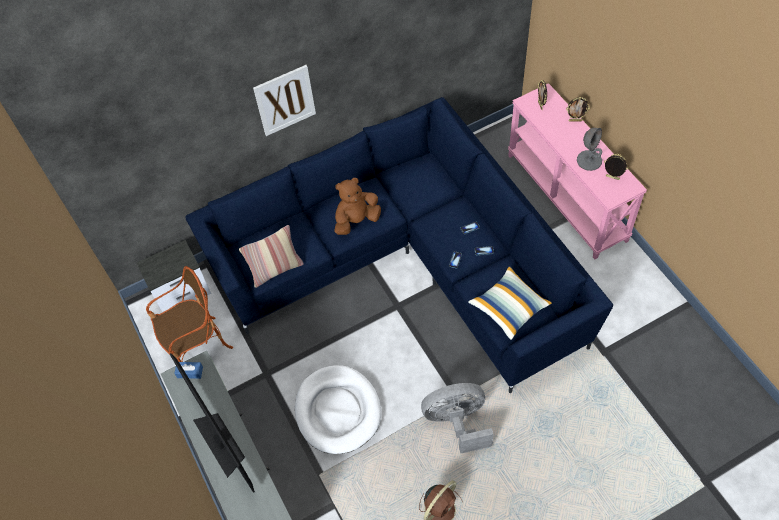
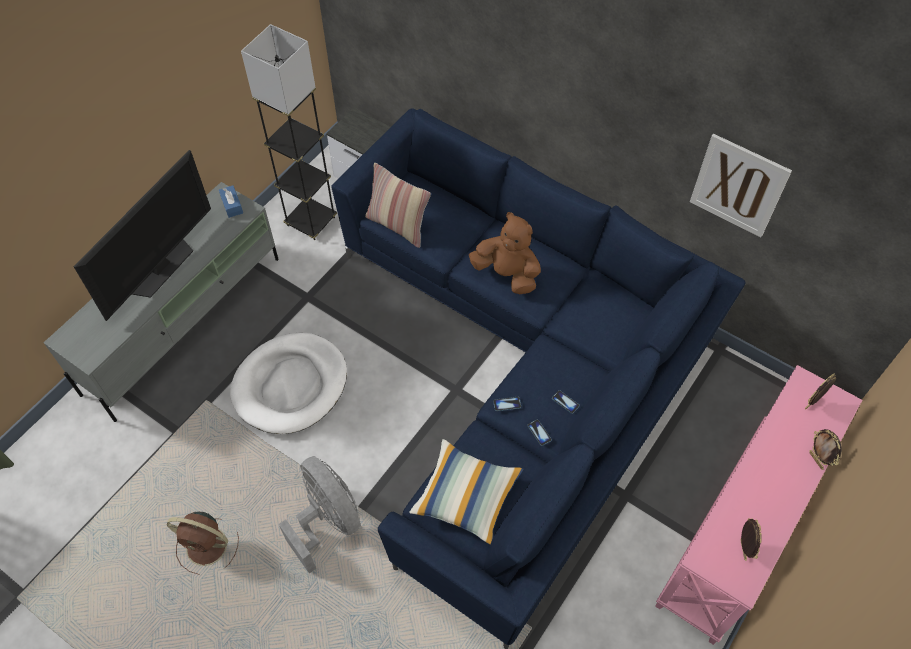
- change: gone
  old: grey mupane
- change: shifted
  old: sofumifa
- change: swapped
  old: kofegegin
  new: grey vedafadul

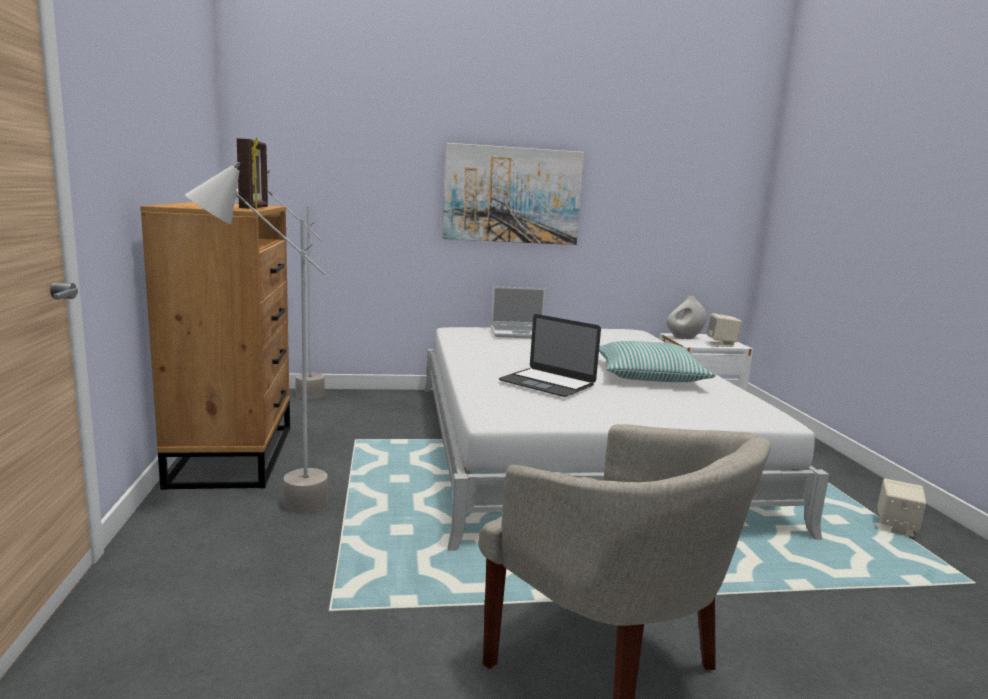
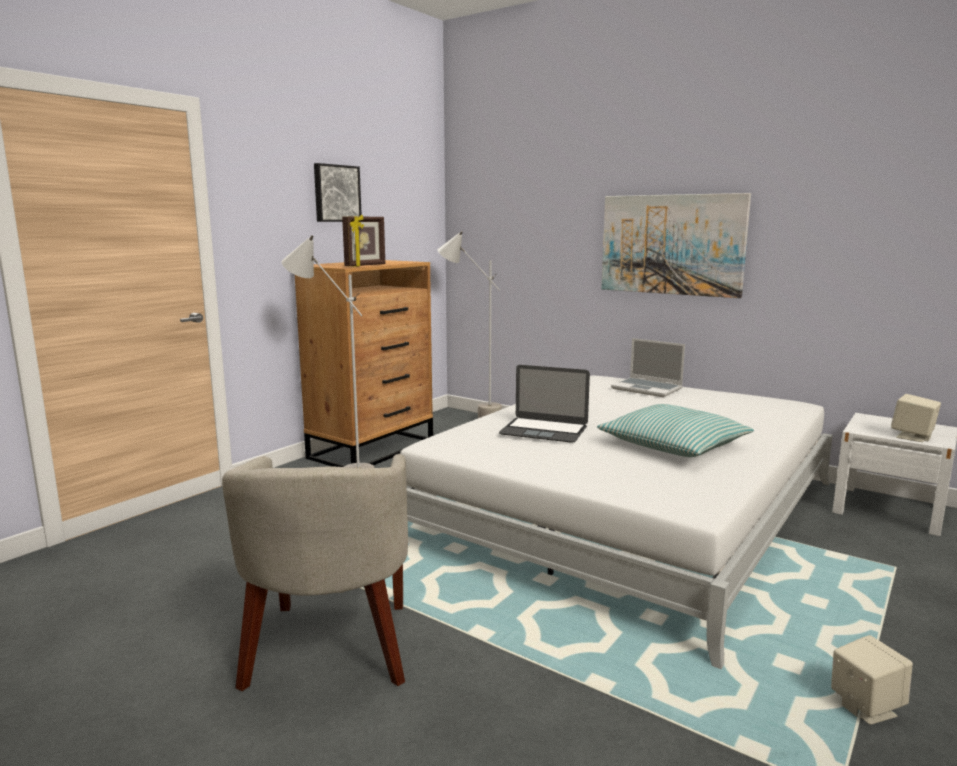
- change: gone
  old: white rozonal
- change: new
  new: sofumifa (no. 1 from left)
- change: rotated
  old: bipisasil (no. 2 from left in the first image)
  degrees: -60

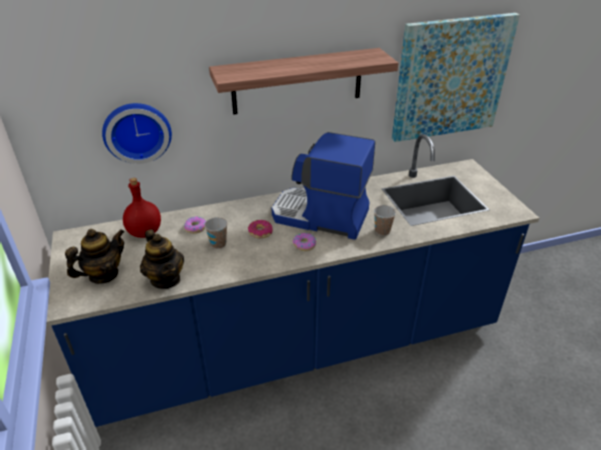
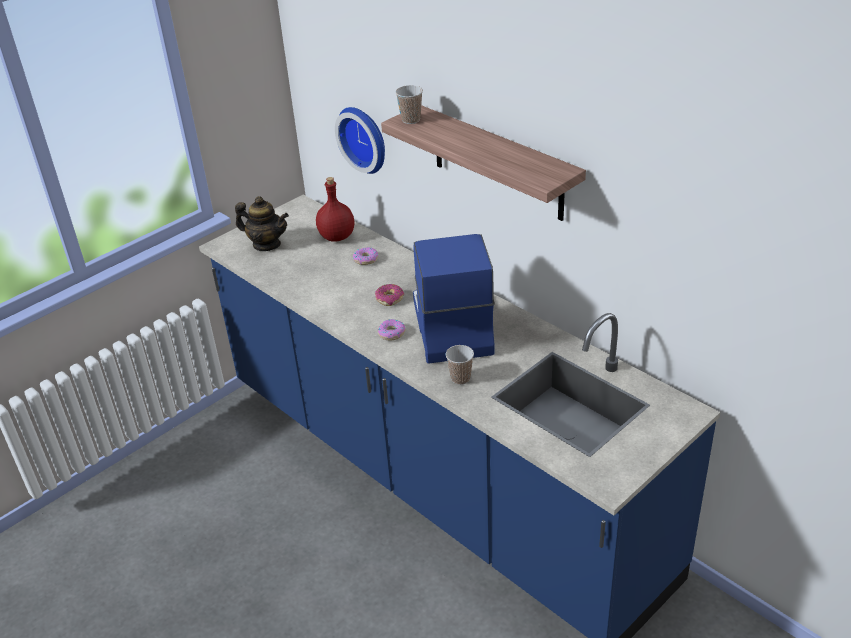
- change: gone
  old: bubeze (no. 2 from left)
- change: gone
  old: sofumifa
- change: shifted
  old: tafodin (no. 1 from left)

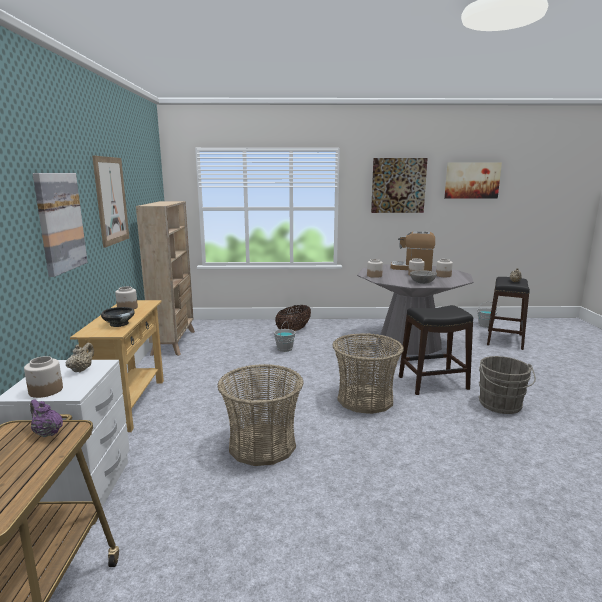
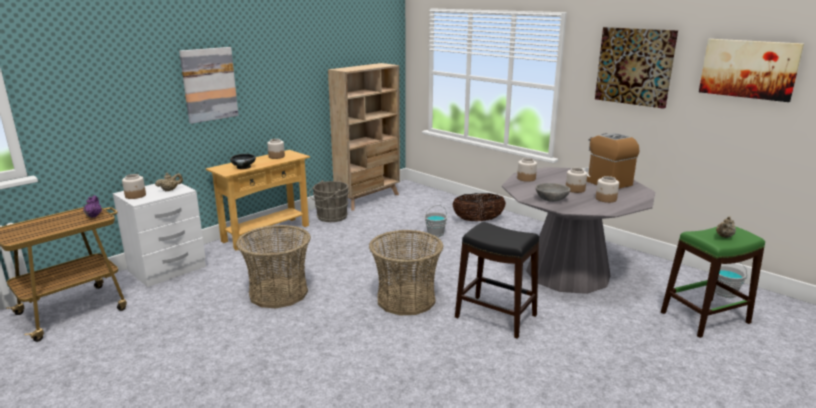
- change: gone
  old: sofumifa (no. 2 from left)
- change: shifted
  old: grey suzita (no. 3 from left in the first image)
  new: grey suzita (no. 1 from left)
- change: repainted
  old: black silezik (no. 2 from left)
  new: green silezik

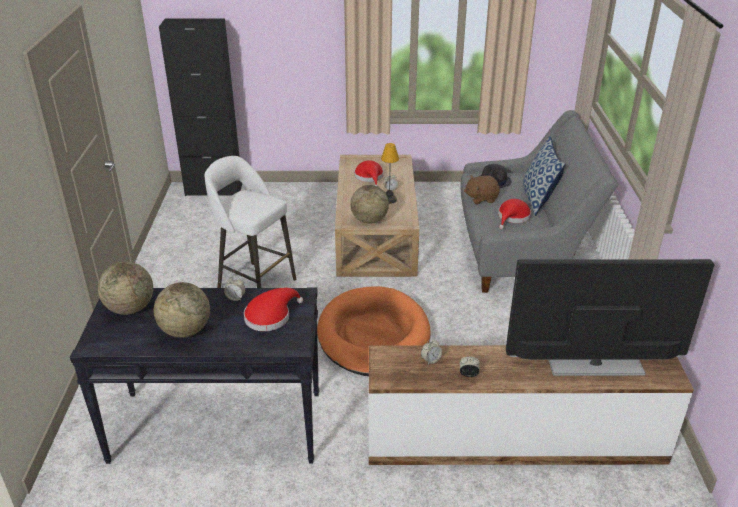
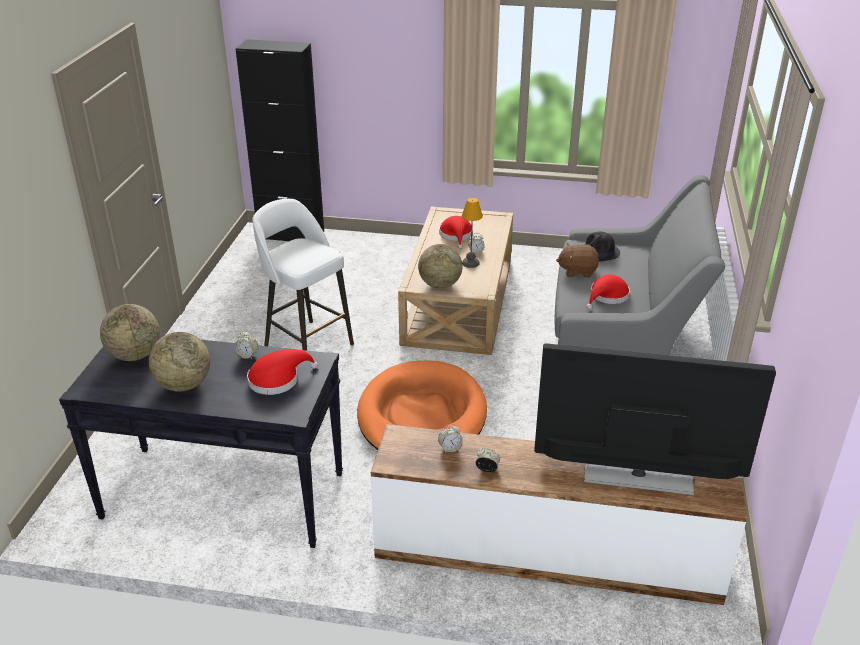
- change: gone
  old: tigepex

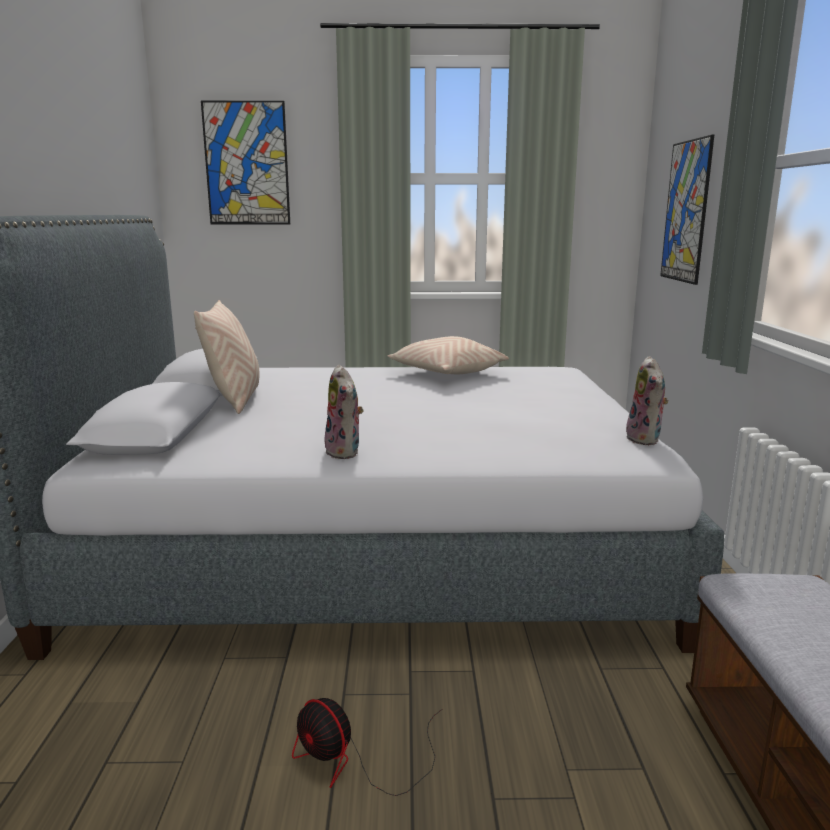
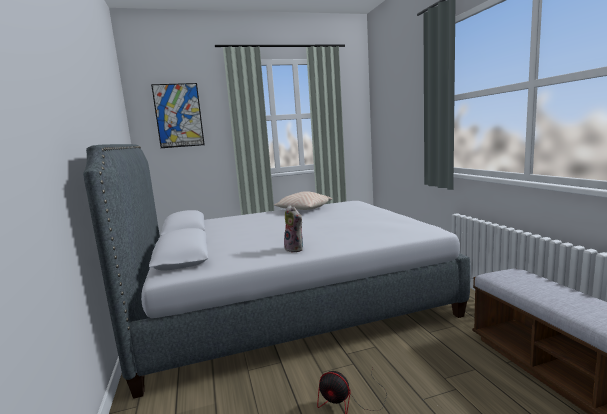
- change: gone
  old: beige tigepex (no. 1 from left)
- change: gone
  old: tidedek (no. 2 from left)
- change: gone
  old: sofumifa (no. 2 from left)

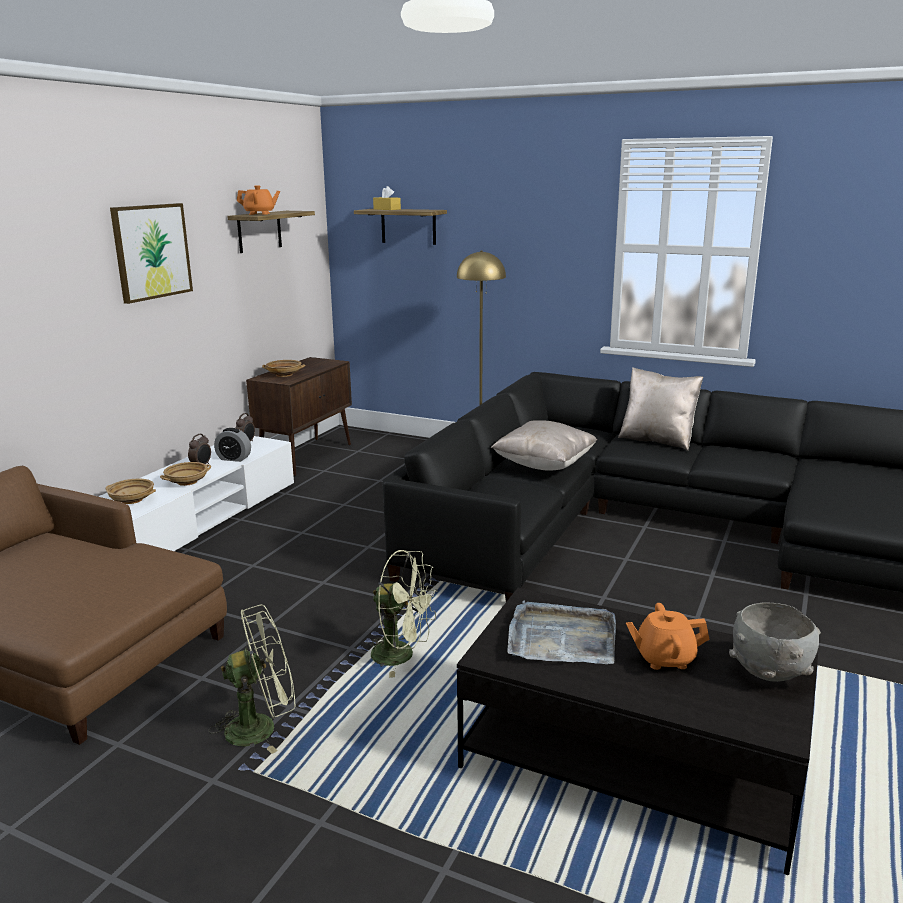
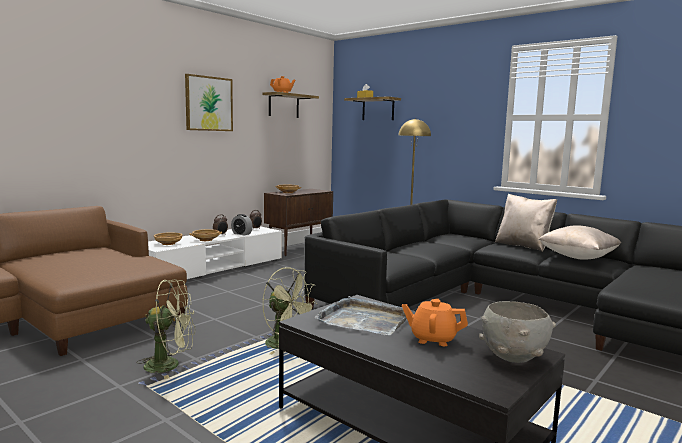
- change: shifted
  old: beige tigepex (no. 1 from left in the first image)
  new: beige tigepex (no. 2 from left)

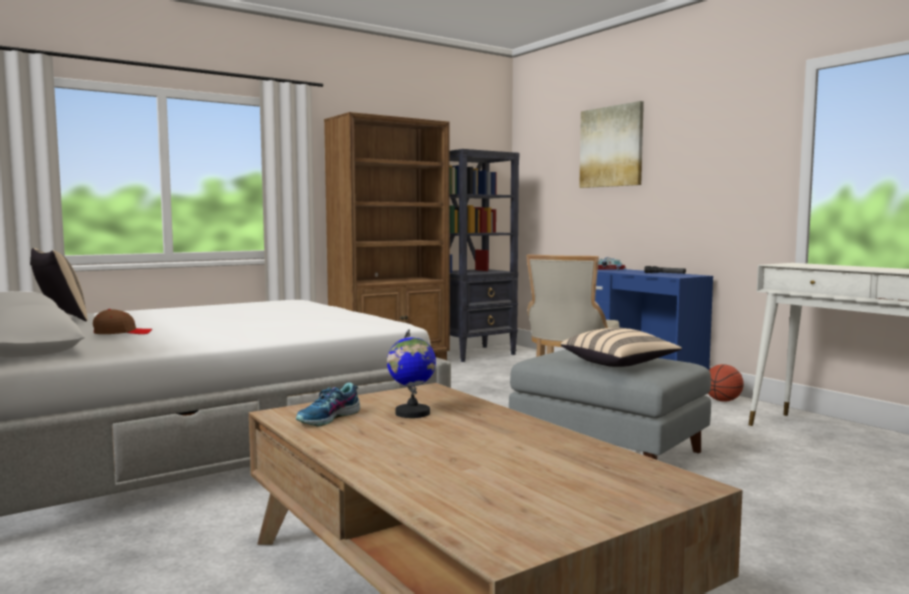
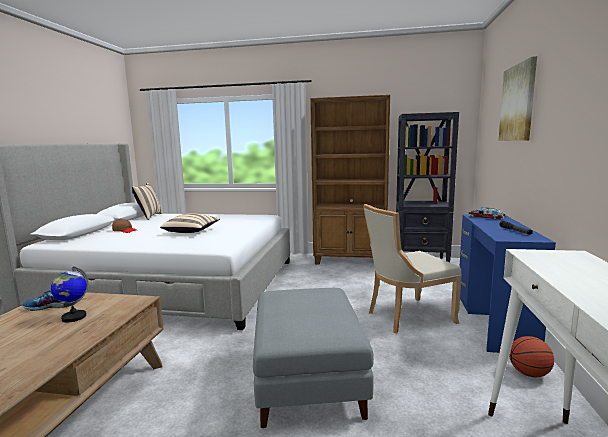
- change: shifted
  old: beige tigepex (no. 2 from left)

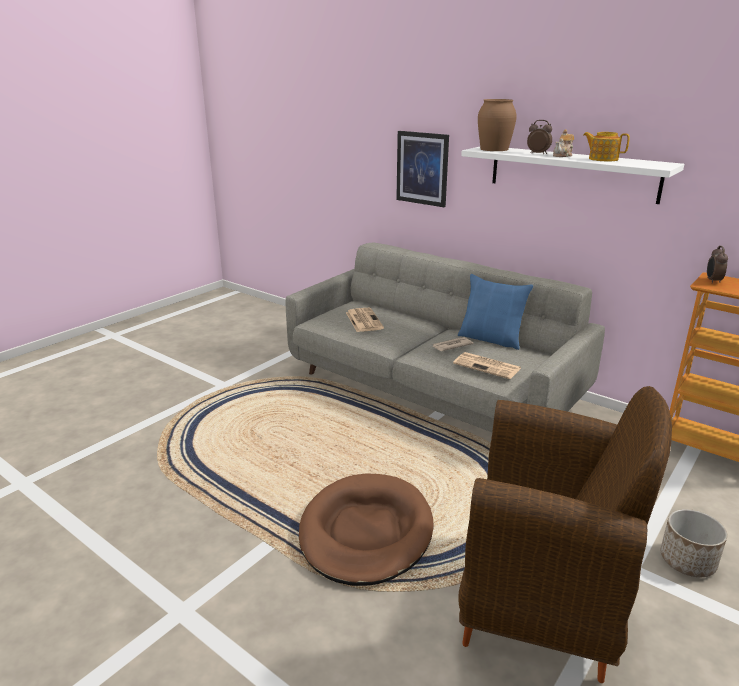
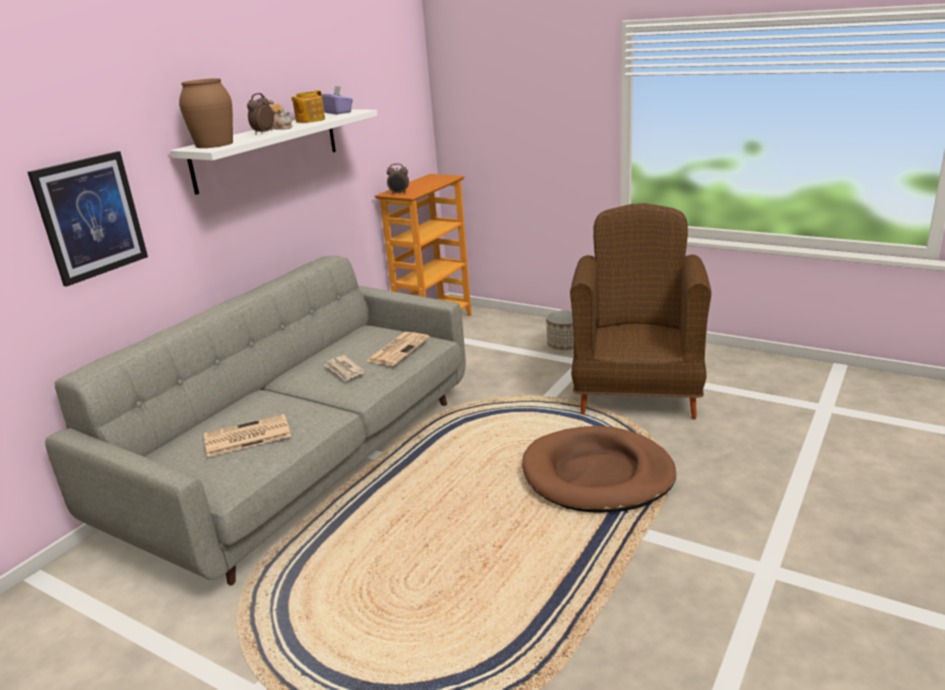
- change: gone
  old: blue tigepex
- change: new
  new: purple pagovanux

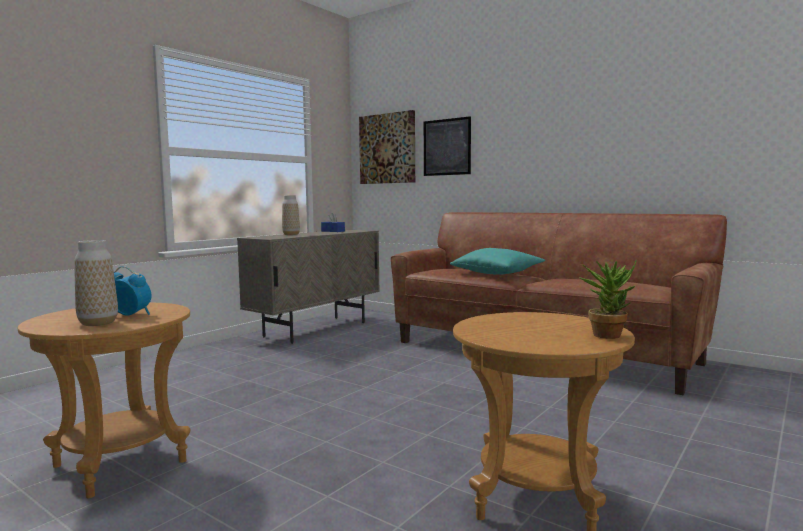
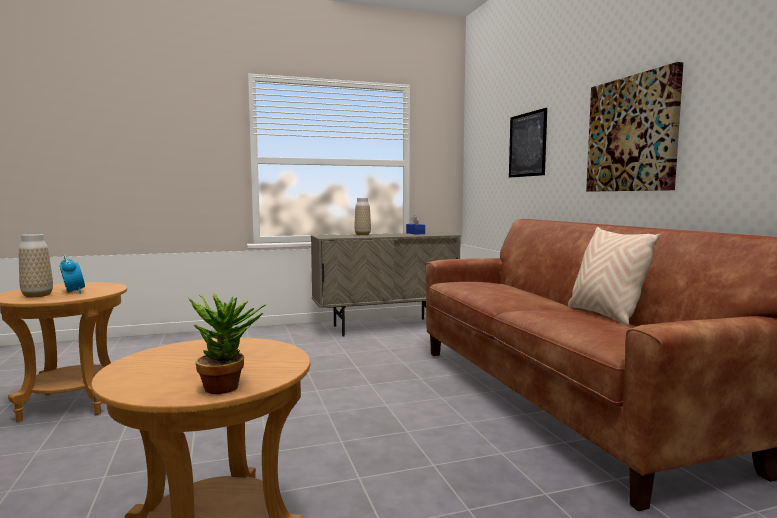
- change: gone
  old: turquoise tigepex
- change: new
  new: beige tigepex
- change: shifted
  old: sofumifa (no. 1 from left in the first image)
  new: sofumifa (no. 2 from left)

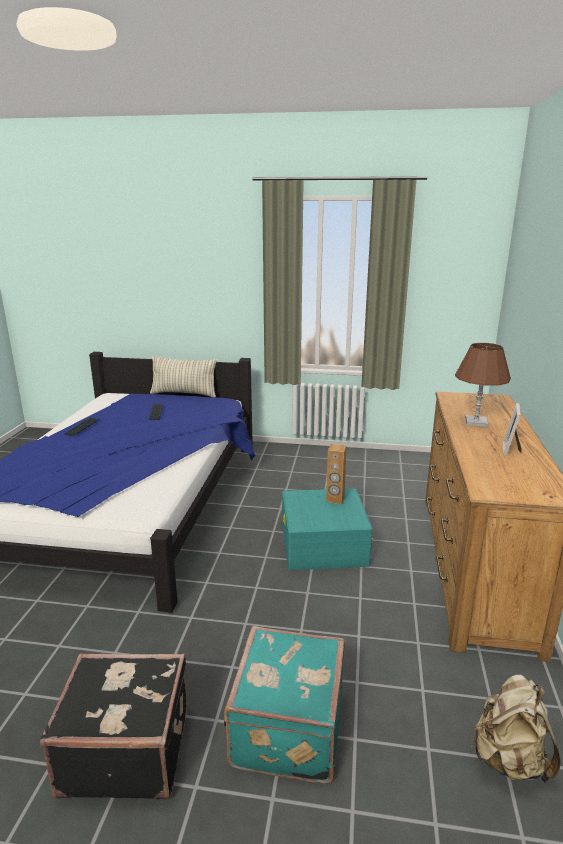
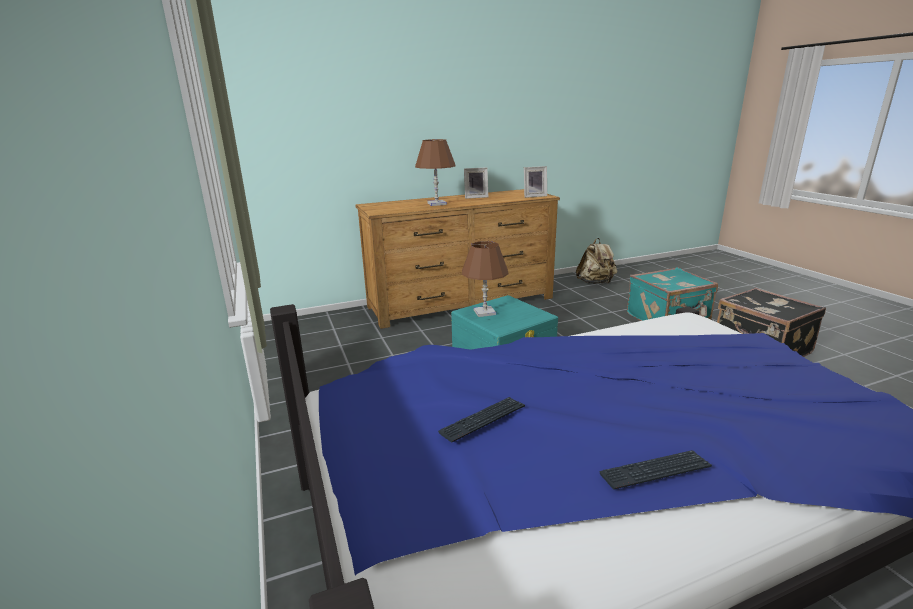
- change: gone
  old: tigepex
- change: new
  new: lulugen (no. 2 from left)
- change: swapped
  old: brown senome
  new: brown mupane (no. 2 from left)

